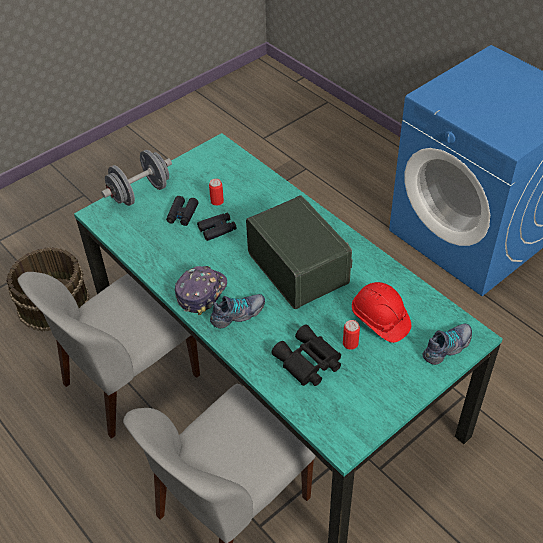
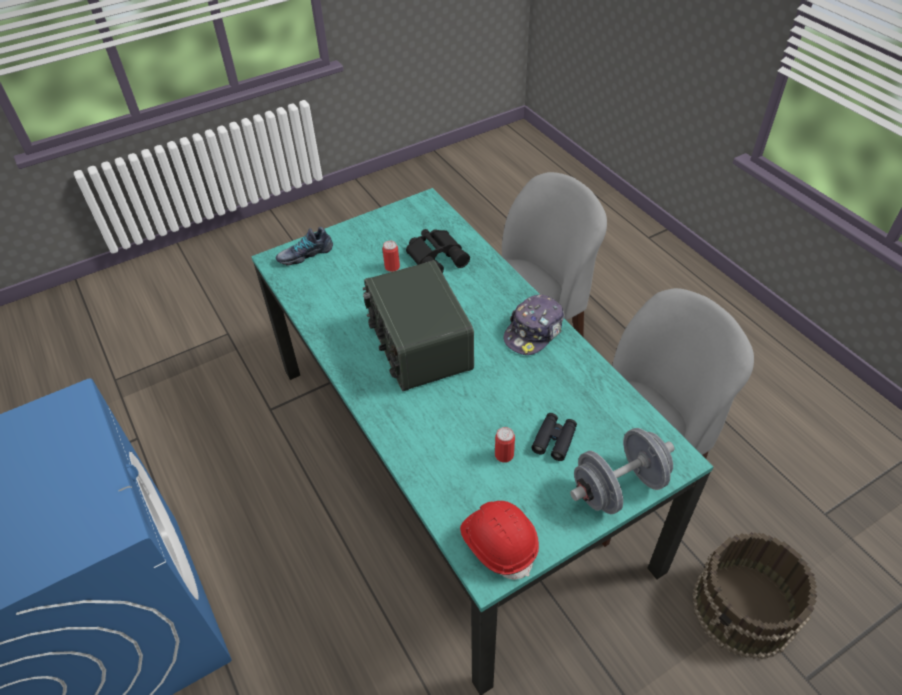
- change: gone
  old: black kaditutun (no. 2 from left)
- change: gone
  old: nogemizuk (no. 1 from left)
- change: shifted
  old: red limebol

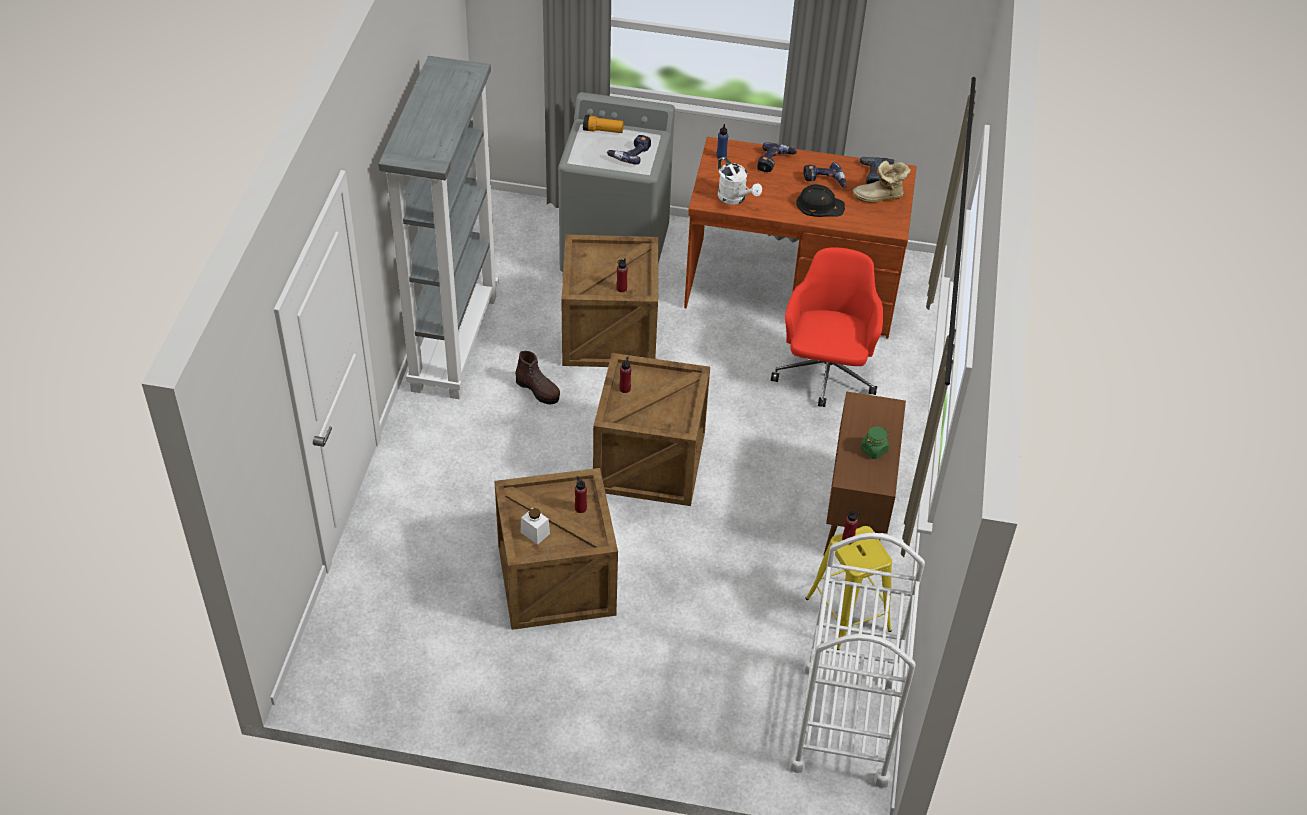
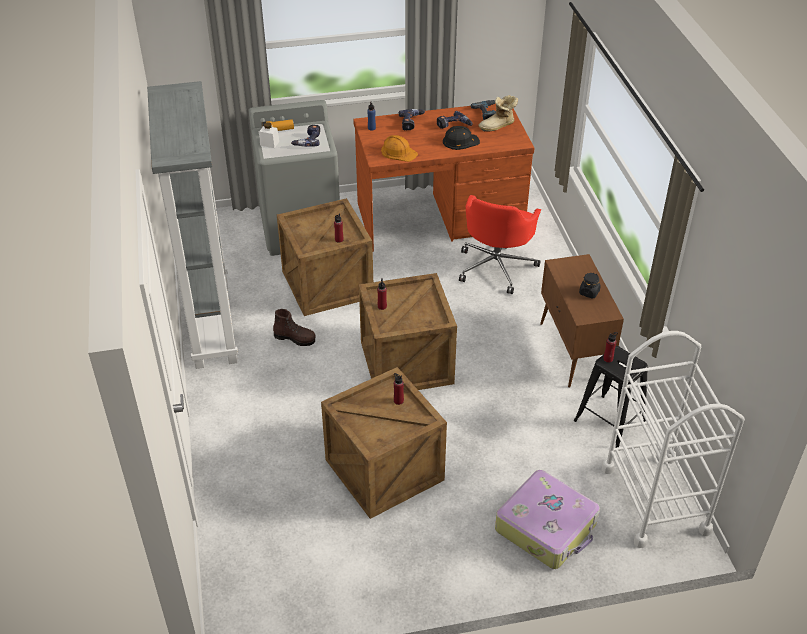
- change: new
  new: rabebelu
- change: shifted
  old: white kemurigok
- change: swapped
  old: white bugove
  new: orange limebol
- change: repainted
  old: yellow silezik
  new: black silezik
- change: repainted
  old: green kemurigok
  new: black kemurigok
- change: rotated
  old: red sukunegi
  degrees: -150

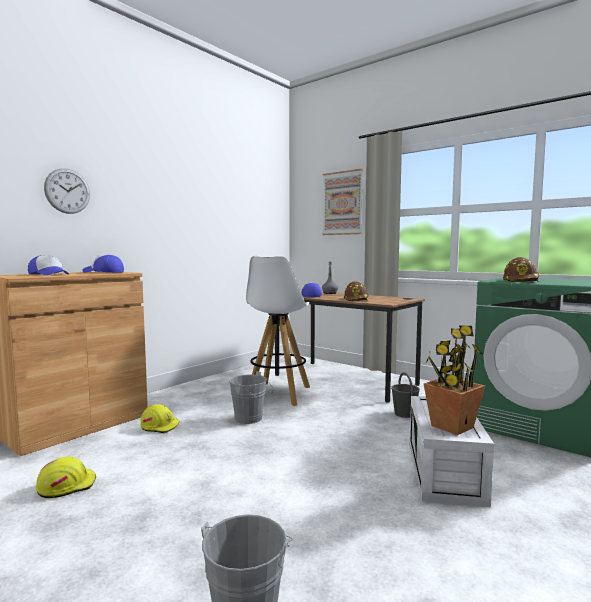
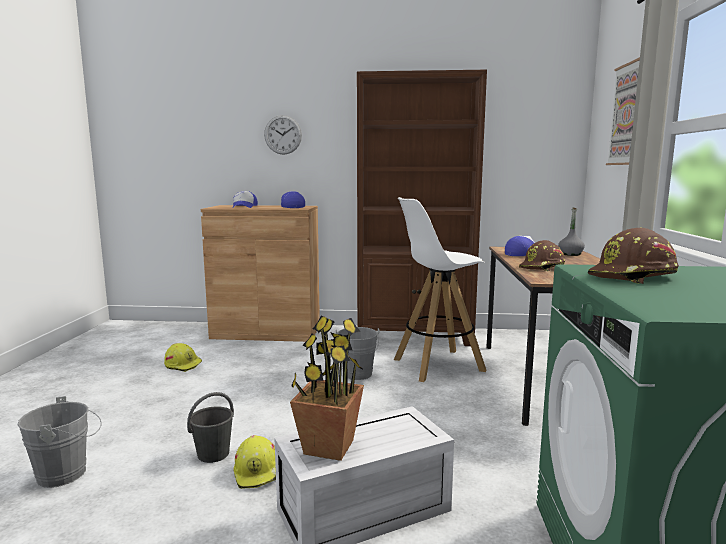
- change: new
  new: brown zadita
- change: shifted
  old: yellow limebol (no. 2 from left)
- change: shifted
  old: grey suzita (no. 3 from left in the first image)
  new: grey suzita (no. 2 from left)

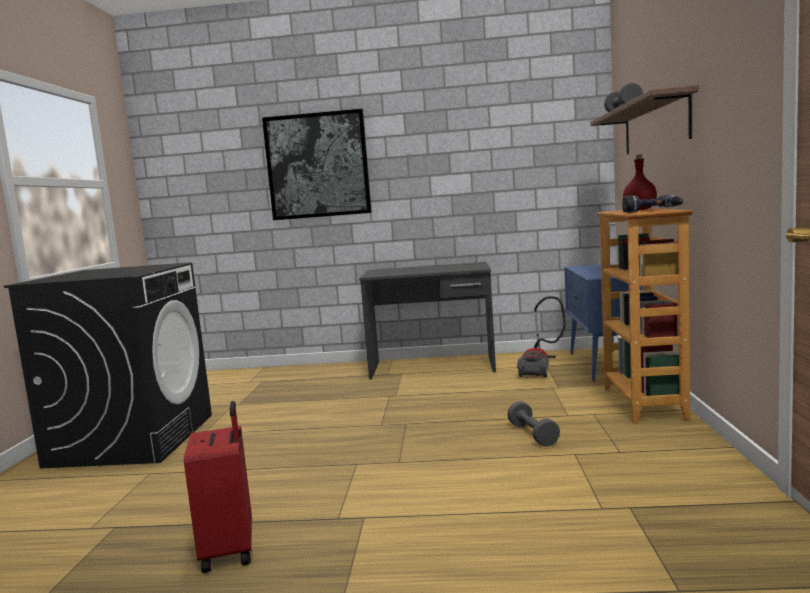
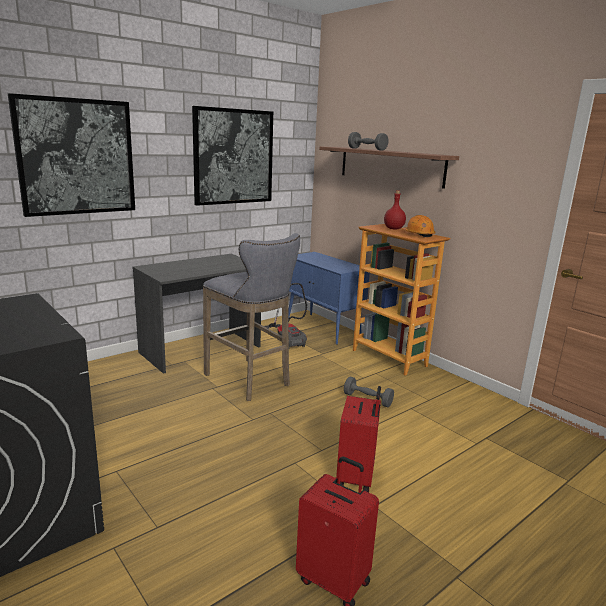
- change: new
  new: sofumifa (no. 2 from left)
- change: new
  new: grey silezik
- change: new
  new: red rabebelu (no. 2 from left)
- change: swapped
  old: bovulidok
  new: orange limebol

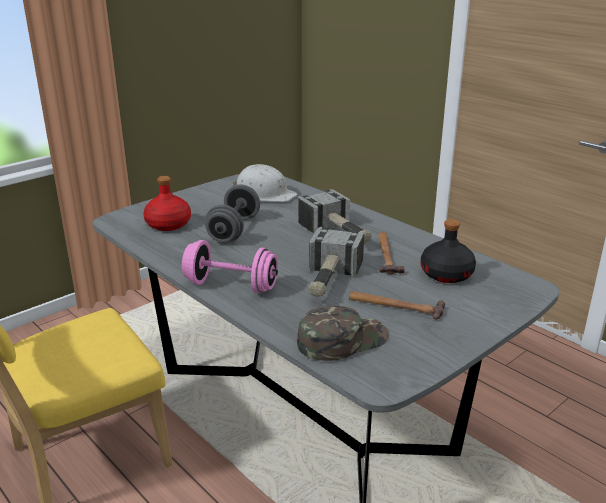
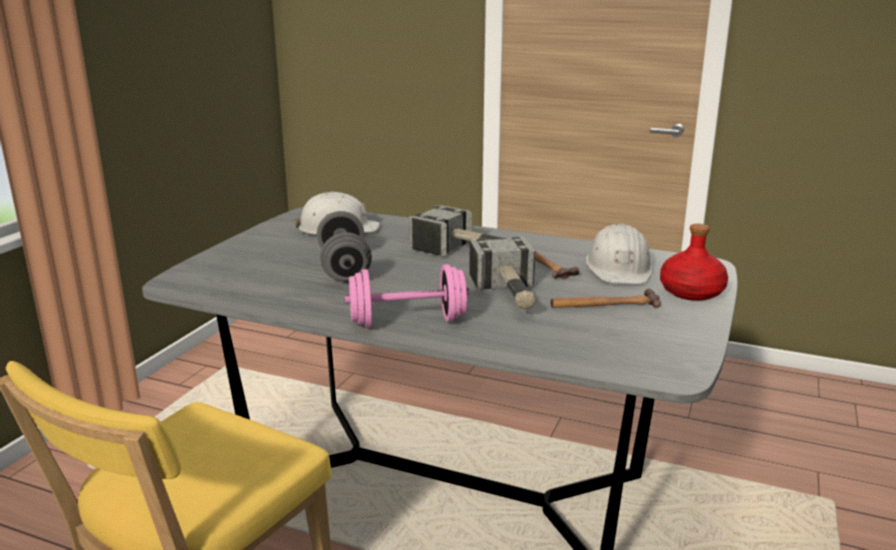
- change: gone
  old: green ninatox
- change: shifted
  old: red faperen
- change: swapped
  old: black faperen
  new: white limebol (no. 2 from left)

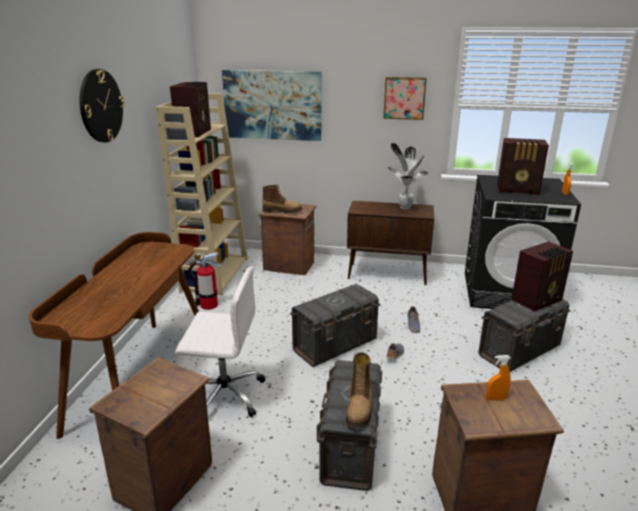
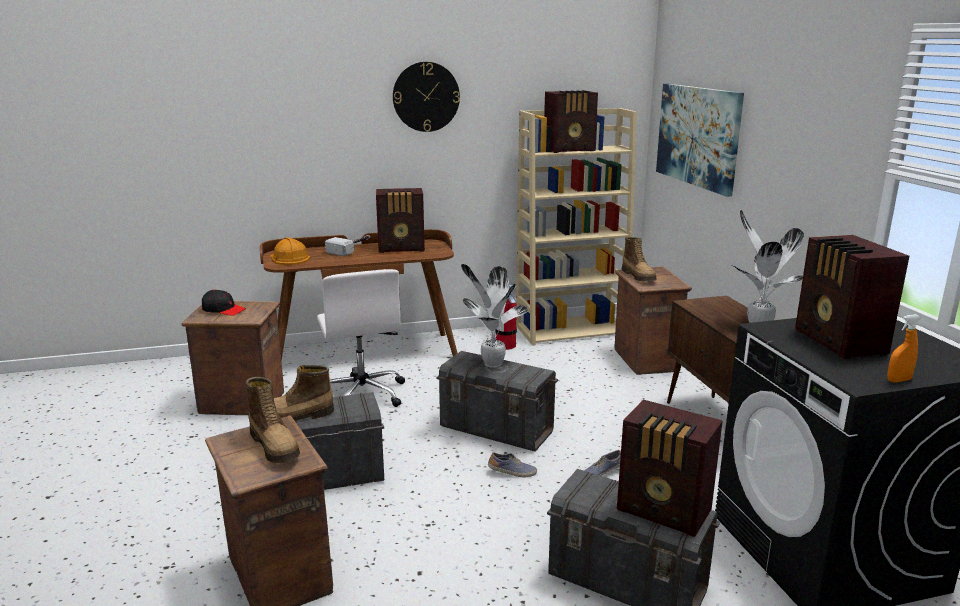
- change: gone
  old: sofumifa (no. 2 from left)
- change: new
  new: black ninatox
- change: new
  new: orange limebol
- change: new
  new: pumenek
- change: new
  new: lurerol (no. 1 from left)
- change: new
  new: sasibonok (no. 1 from left)
- change: swapped
  old: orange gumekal (no. 1 from left)
  new: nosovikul (no. 1 from left)

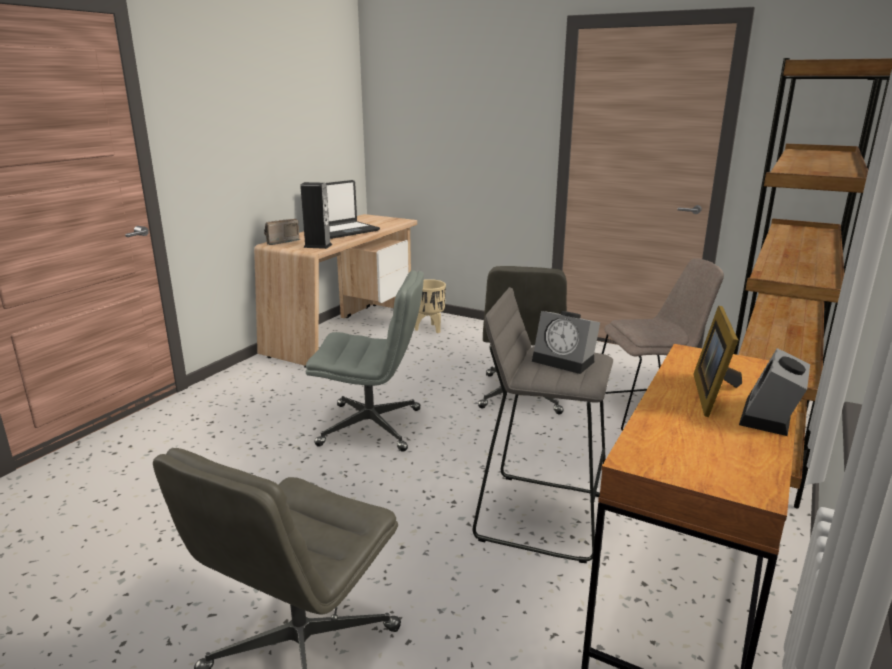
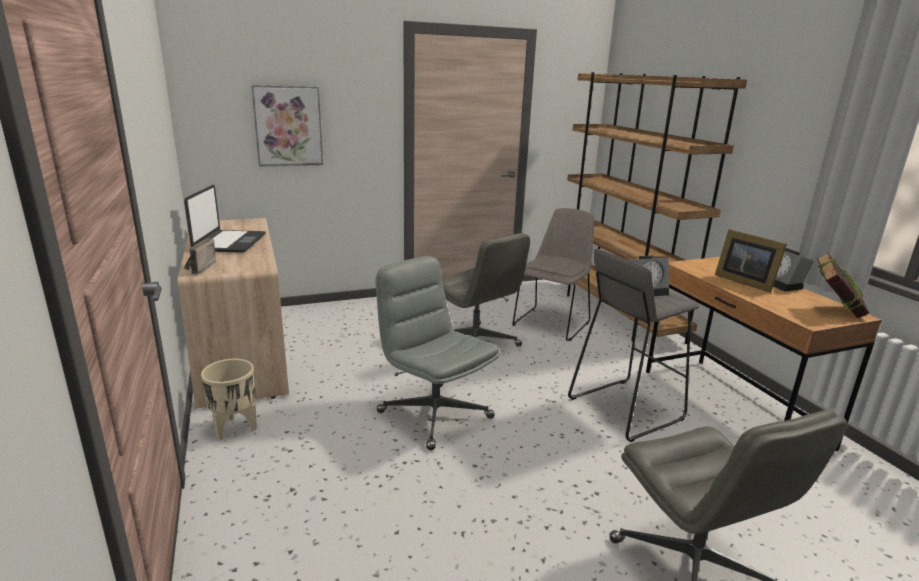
- change: gone
  old: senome
- change: new
  new: sofumifa
- change: new
  new: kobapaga
- change: shifted
  old: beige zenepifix
- change: rotated
  old: grey sukunegi (no. 2 from left in the first image)
  degrees: -90

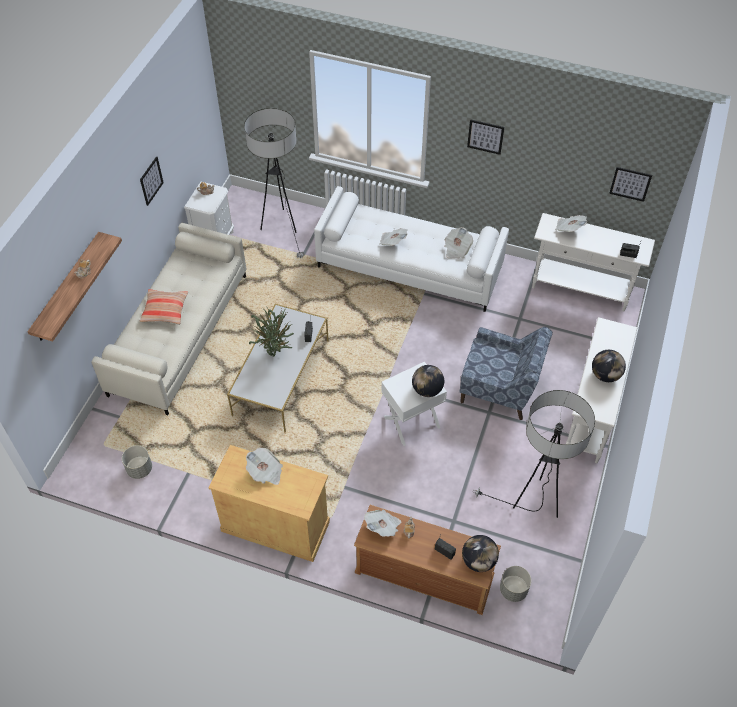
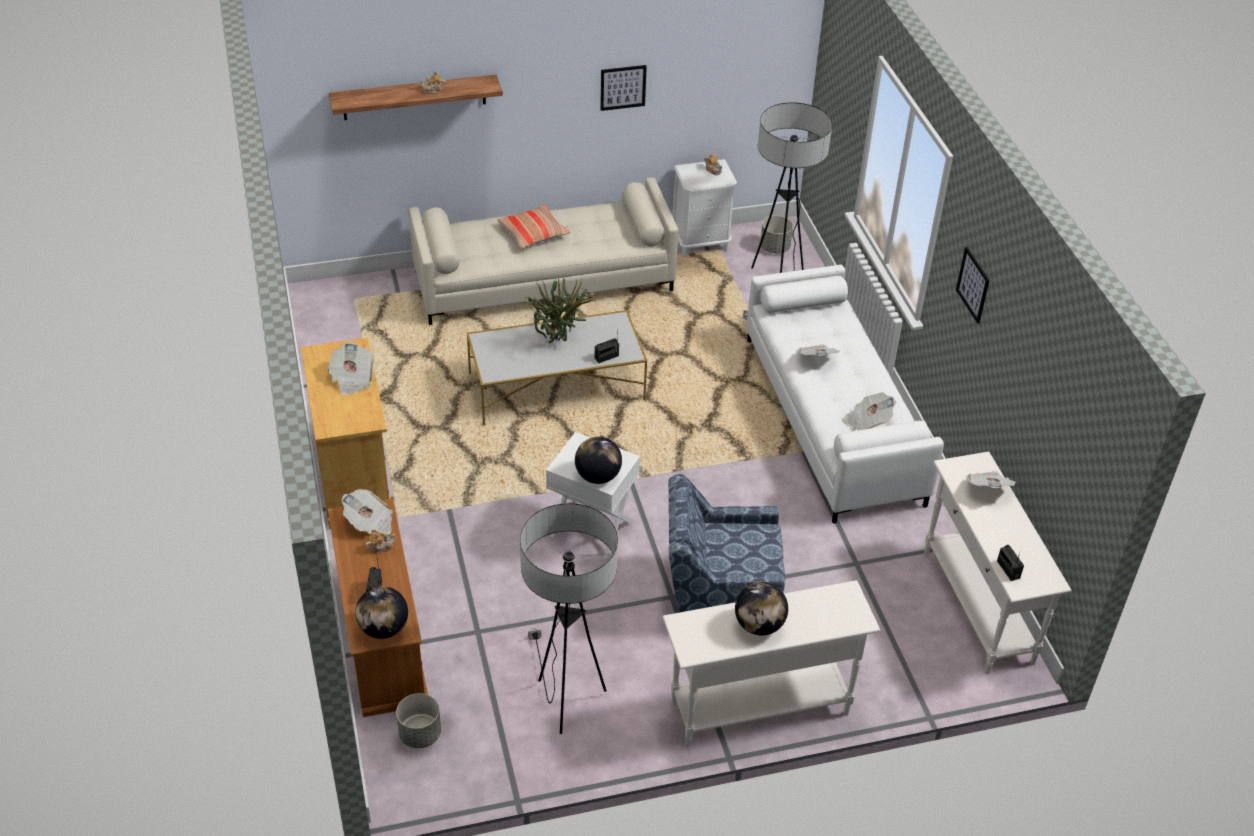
- change: gone
  old: sofumifa (no. 3 from left)
- change: shifted
  old: grey zenepifix (no. 1 from left in the first image)
  new: grey zenepifix (no. 2 from left)
- change: rotated
  old: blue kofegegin
  degrees: 105

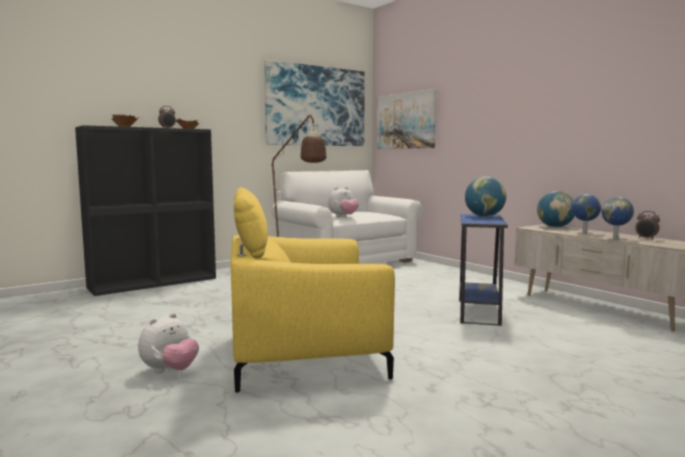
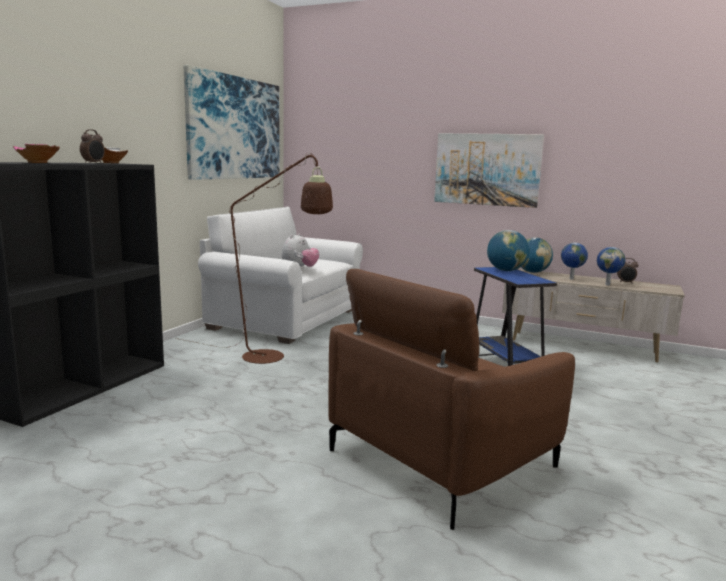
- change: gone
  old: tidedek (no. 1 from left)
- change: shifted
  old: sofumifa (no. 2 from left)
- change: repainted
  old: yellow kofegegin
  new: brown kofegegin

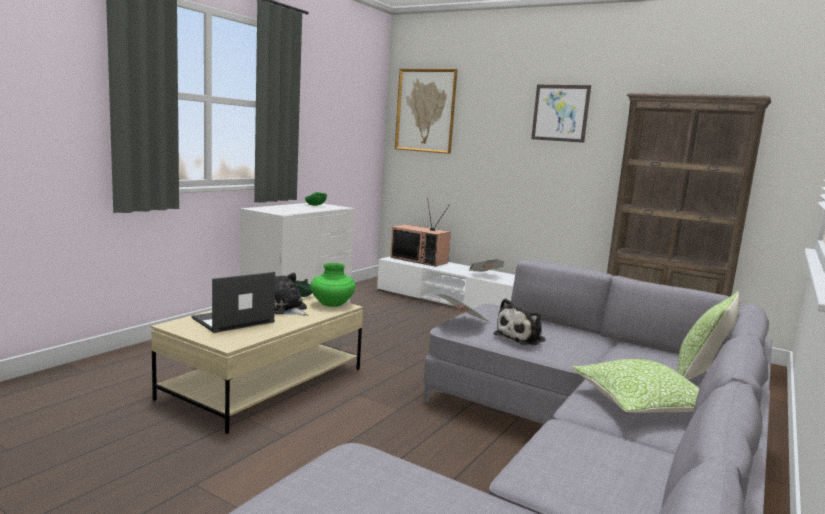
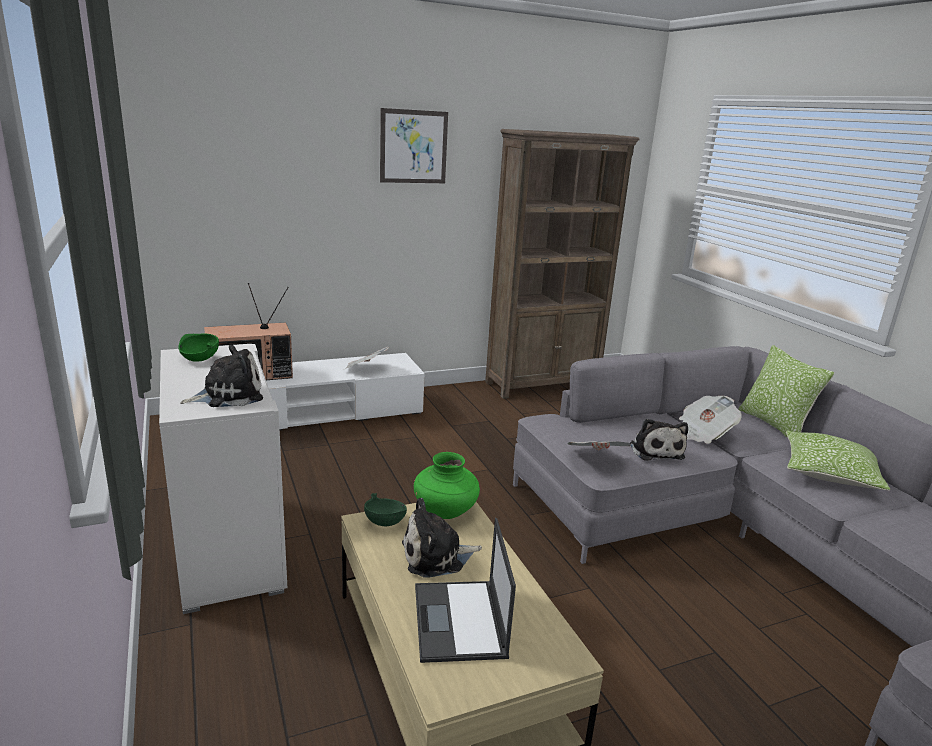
- change: gone
  old: sofumifa (no. 1 from left)
- change: new
  new: tidedek (no. 1 from left)
- change: new
  new: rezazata (no. 3 from left)

